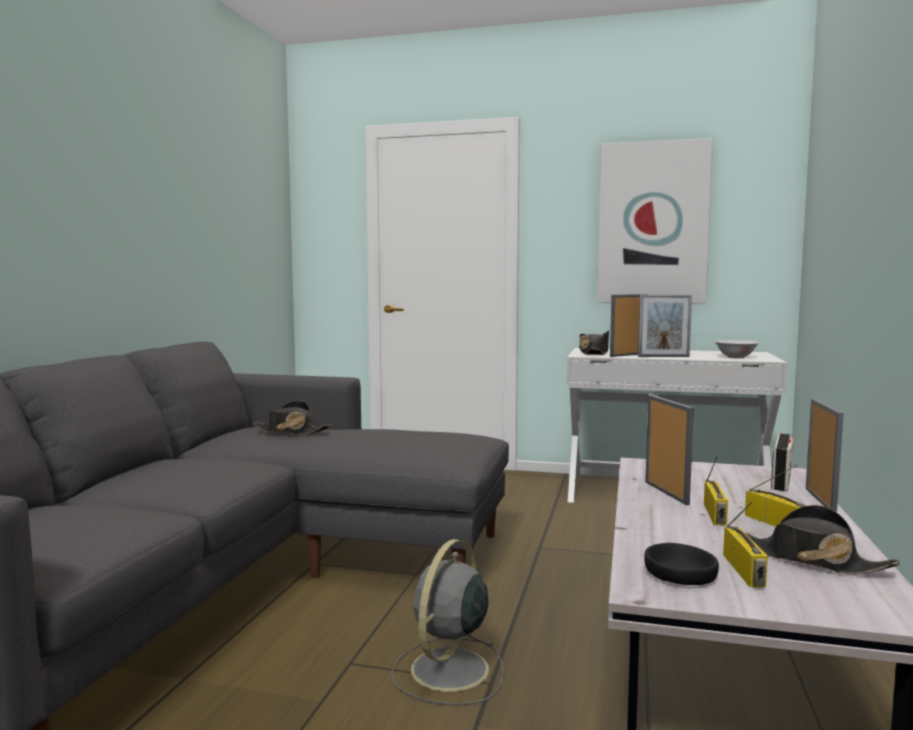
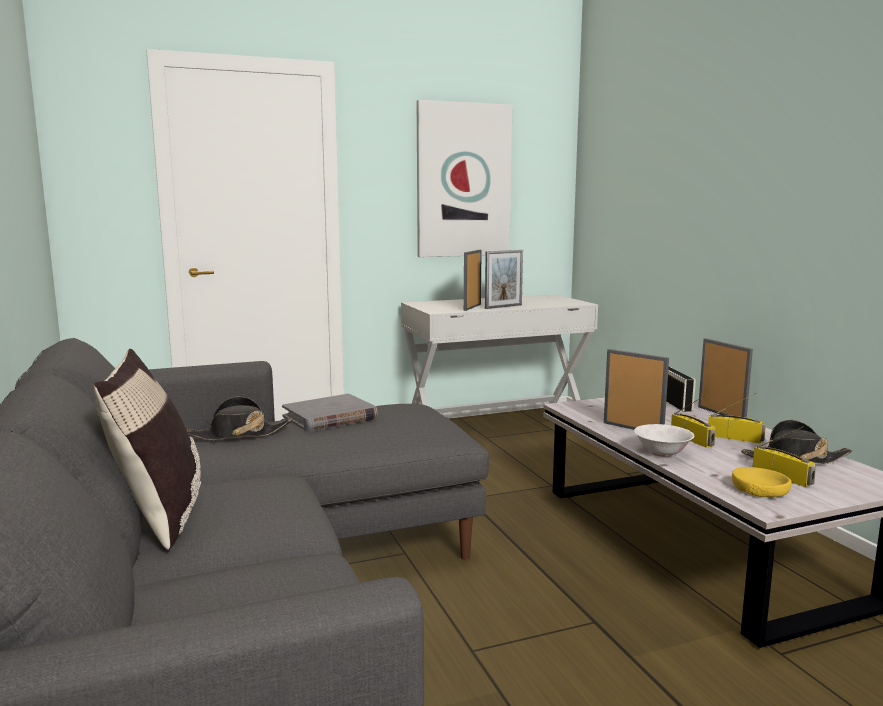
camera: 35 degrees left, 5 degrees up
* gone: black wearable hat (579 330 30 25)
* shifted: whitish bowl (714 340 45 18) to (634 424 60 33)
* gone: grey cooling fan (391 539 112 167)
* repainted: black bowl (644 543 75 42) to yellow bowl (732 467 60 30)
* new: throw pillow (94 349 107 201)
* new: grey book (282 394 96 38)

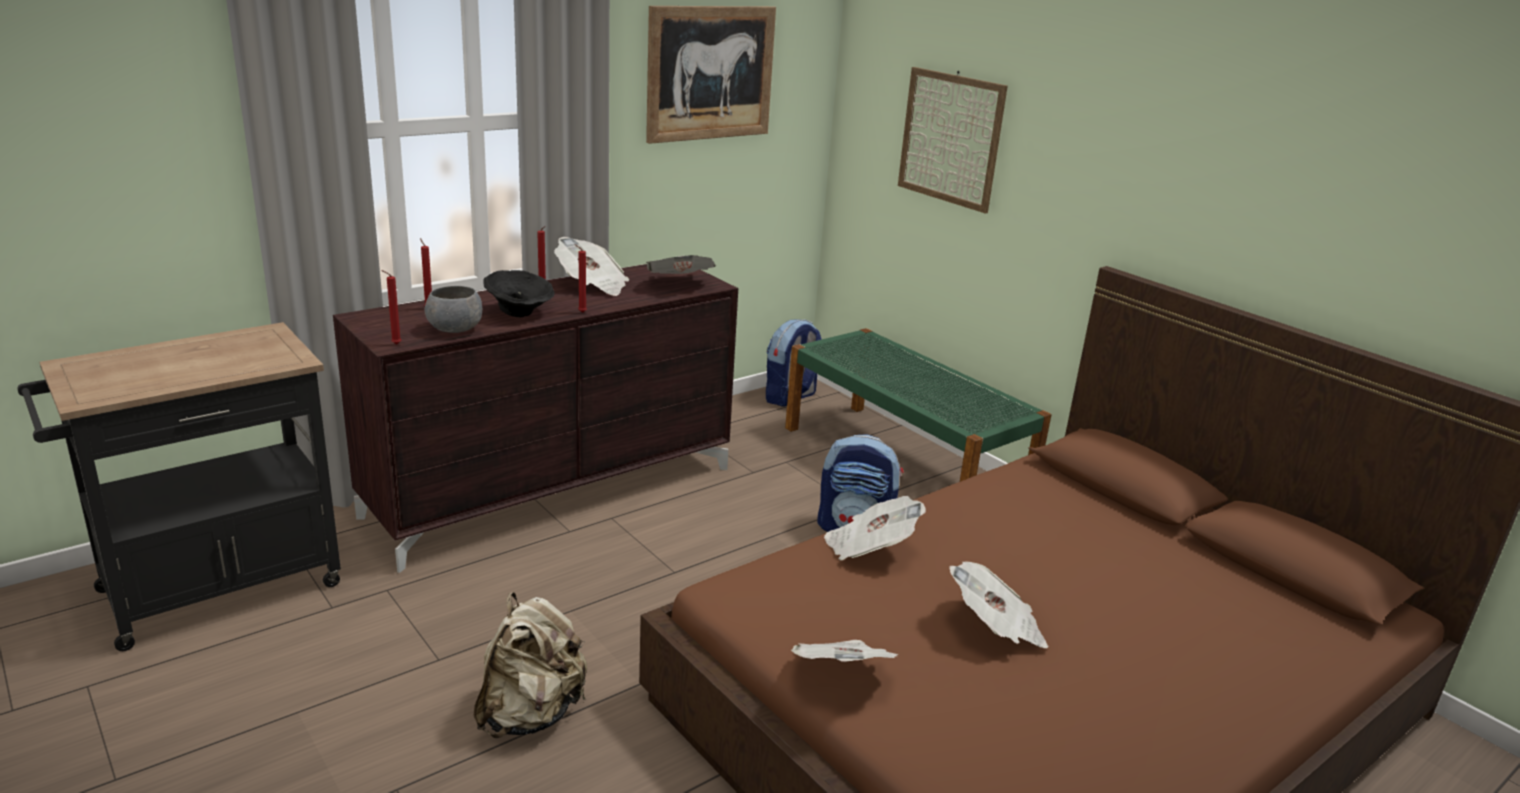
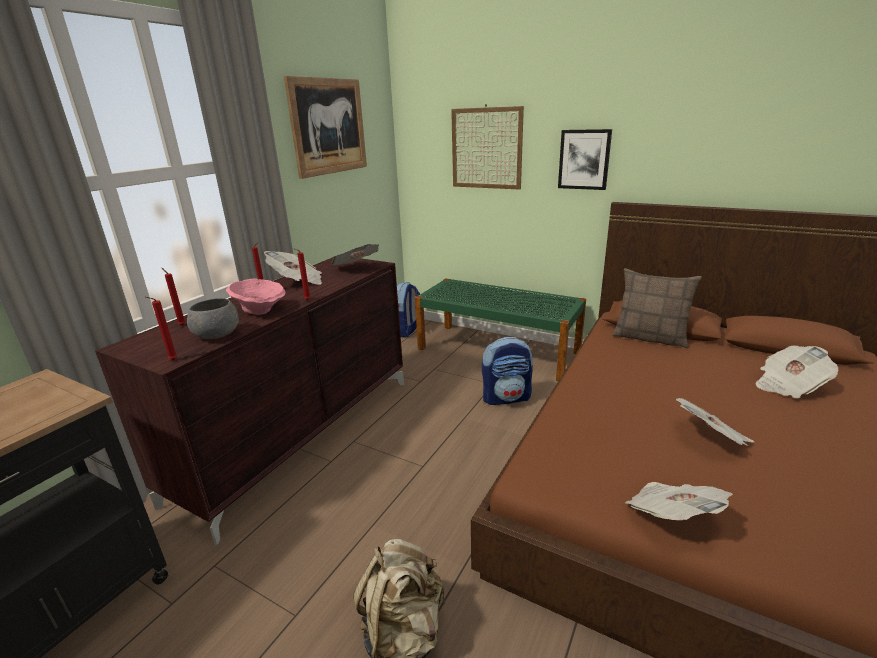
camera: 20 degrees left, 0 degrees up
* repainted: black bowl (483 270 72 47) to pink-coloured bowl (226 279 60 36)
* shifted: daily paper (824 496 102 64) to (755 345 83 53)
* new: picture (558 129 54 61)
* new: throw pillow (612 268 90 80)

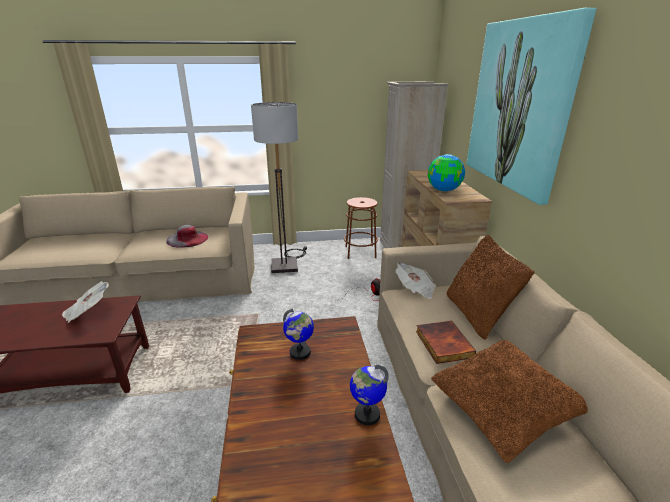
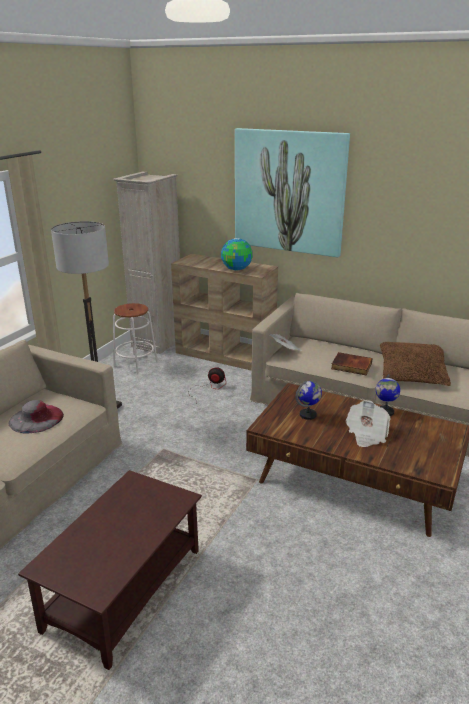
camera: 55 degrees left, 0 degrees up
* repainted: brownish stool (344 197 34 62) to whitish stool (113 303 45 71)
* gone: brownish throw pillow (447 235 88 104)
* shifted: daily paper (62 281 47 42) to (345 400 45 47)

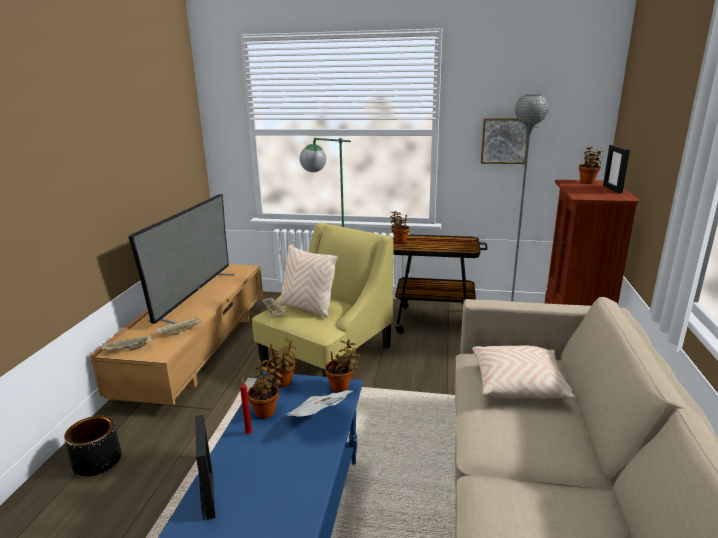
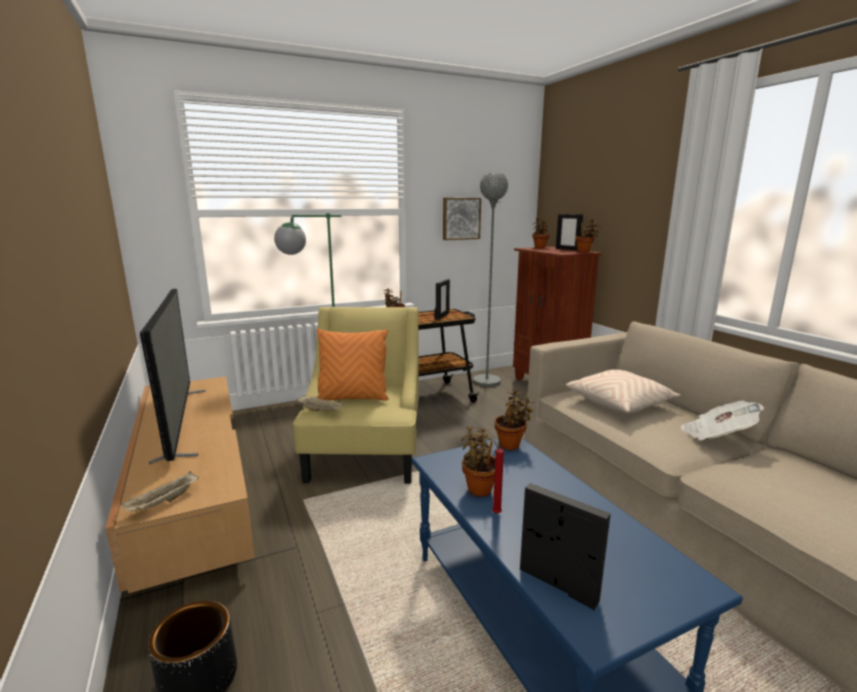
camera: 35 degrees left, 5 degrees down
* repainted: beige-coloured throw pillow (278 244 60 74) to orangey throw pillow (316 329 73 72)
* gone: beige-coloured carrying tray (156 316 46 19)
* shifted: houseplant (266 339 31 49) to (575 219 26 34)
* shifted: daily paper (287 390 66 27) to (680 401 85 40)
* new: standing frame (434 279 16 40)

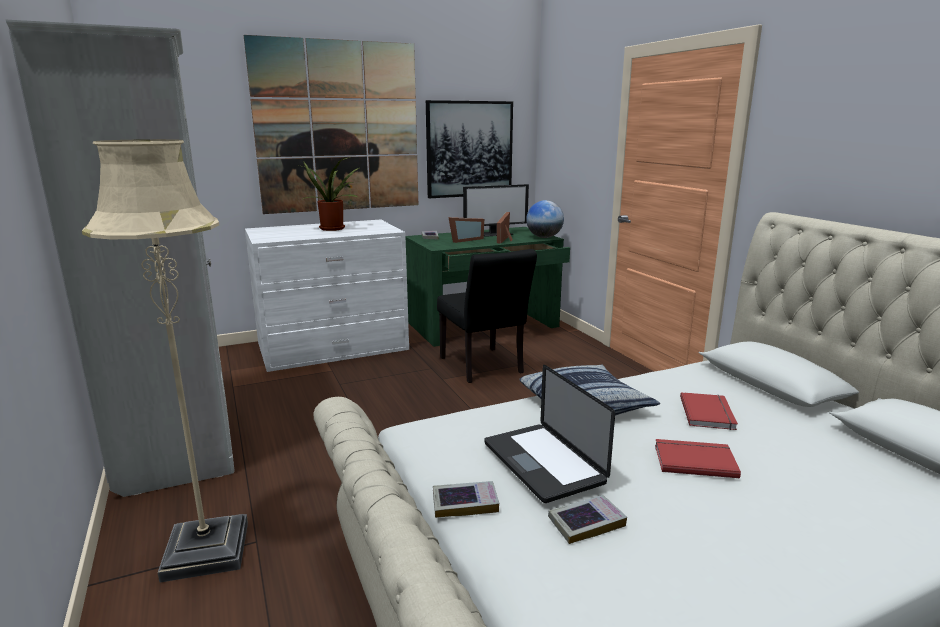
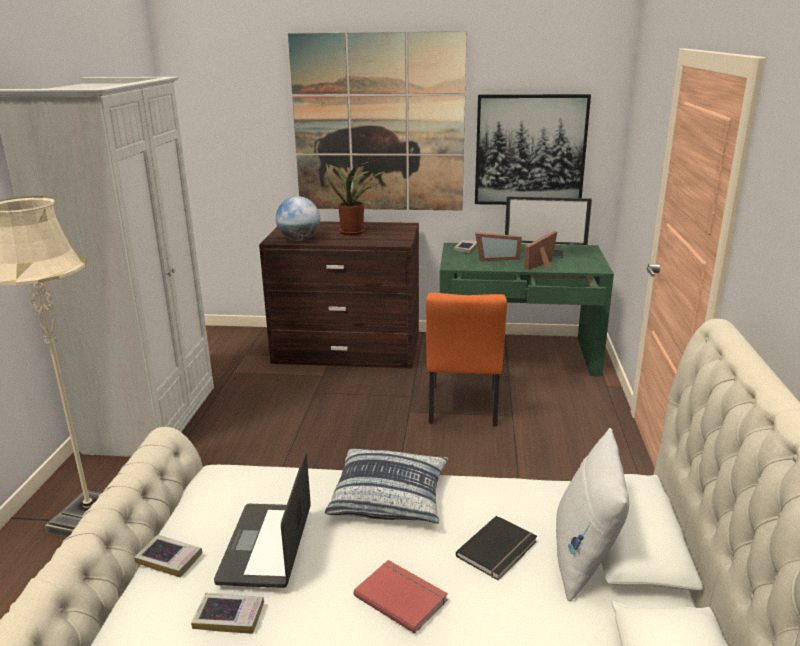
camera: 30 degrees right, 5 degrees up
* shifted: world globe (526 200 38 38) to (276 196 44 45)
* repainted: whitish chest of drawers (245 220 164 152) to brownish chest of drawers (259 221 160 148)
* repainted: black upright chair (437 249 100 134) to orangey upright chair (426 293 81 133)
* repainted: reddish book (680 392 58 38) to black book (456 516 81 64)
* new: grey throw pillow (556 428 73 174)

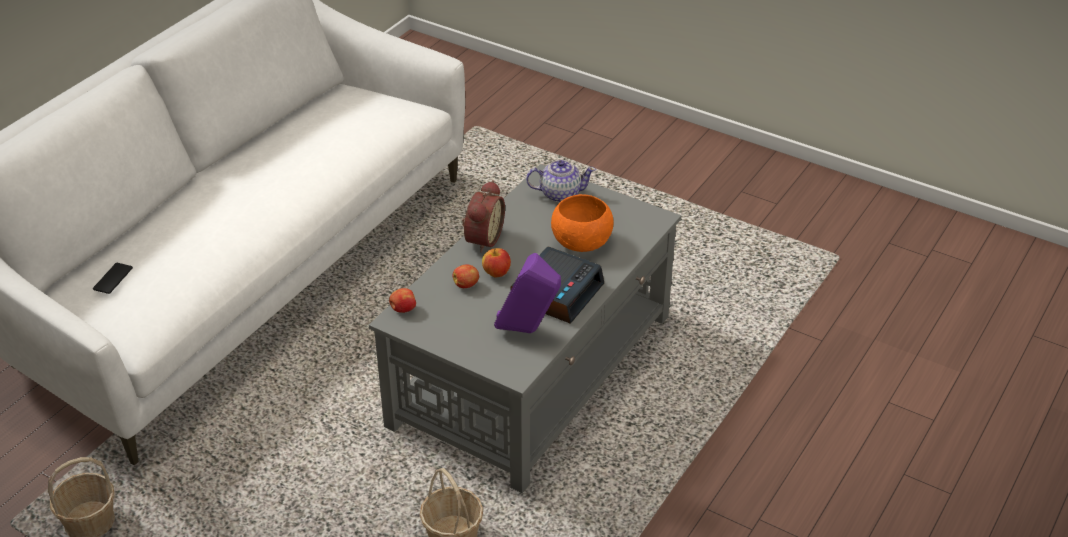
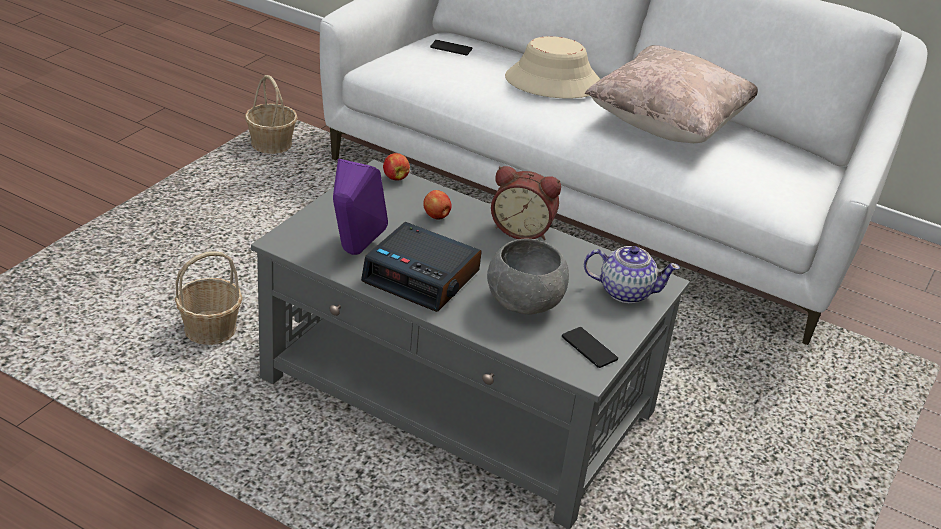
camera: 85 degrees right, 5 degrees down
* rotated: tea pot (526 160 70 42) = (584 246 96 57) 75 degrees counterclockwise
* repainted: orangey bowl (551 194 63 58) to grey bowl (487 238 82 76)
* gone: apple (482 248 29 29)
* new: beige-coloured wearable hat (505 36 95 62)
* new: beige-coloured throw pillow (585 45 173 98)
* new: phone (562 327 56 41)

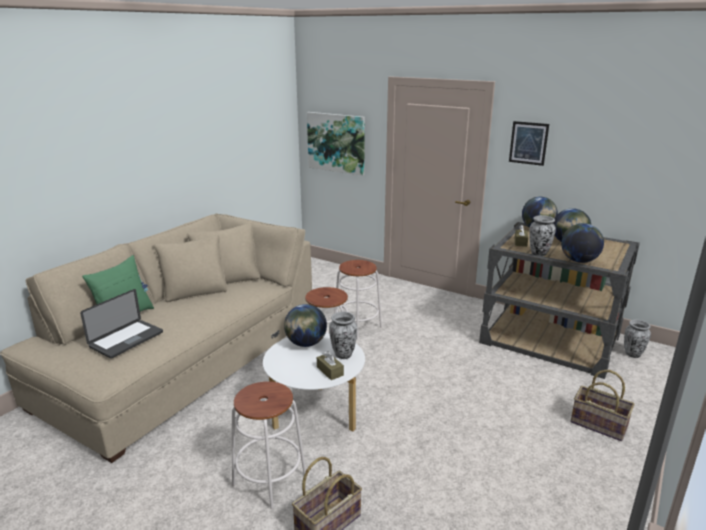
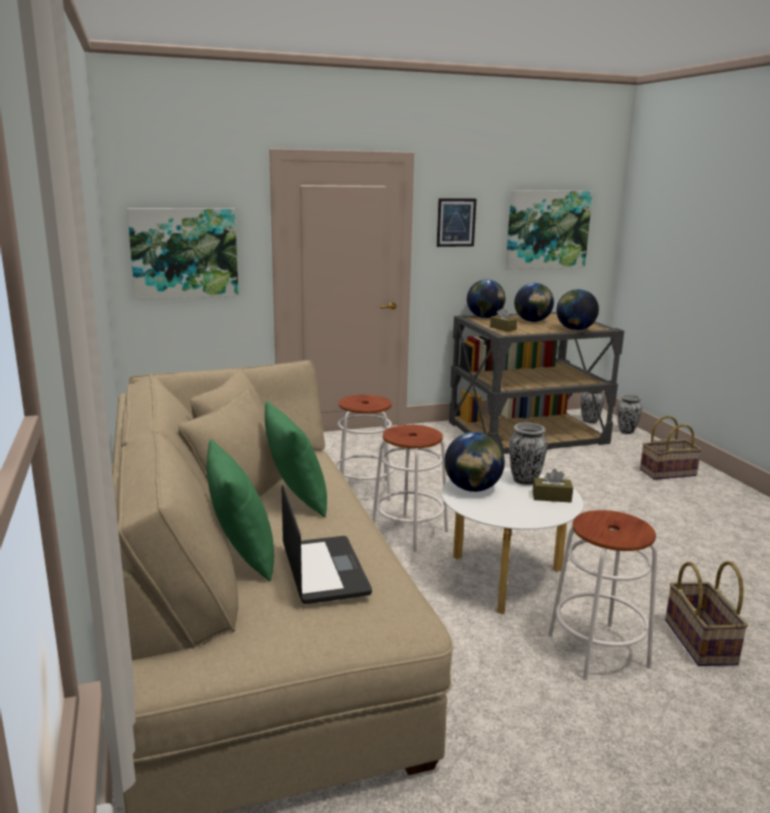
camera: 50 degrees left, 5 degrees down
* shifted: vase (529 215 27 41) to (617 394 25 40)
* new: picture (506 190 87 80)
* new: green-coloured throw pillow (265 401 62 116)

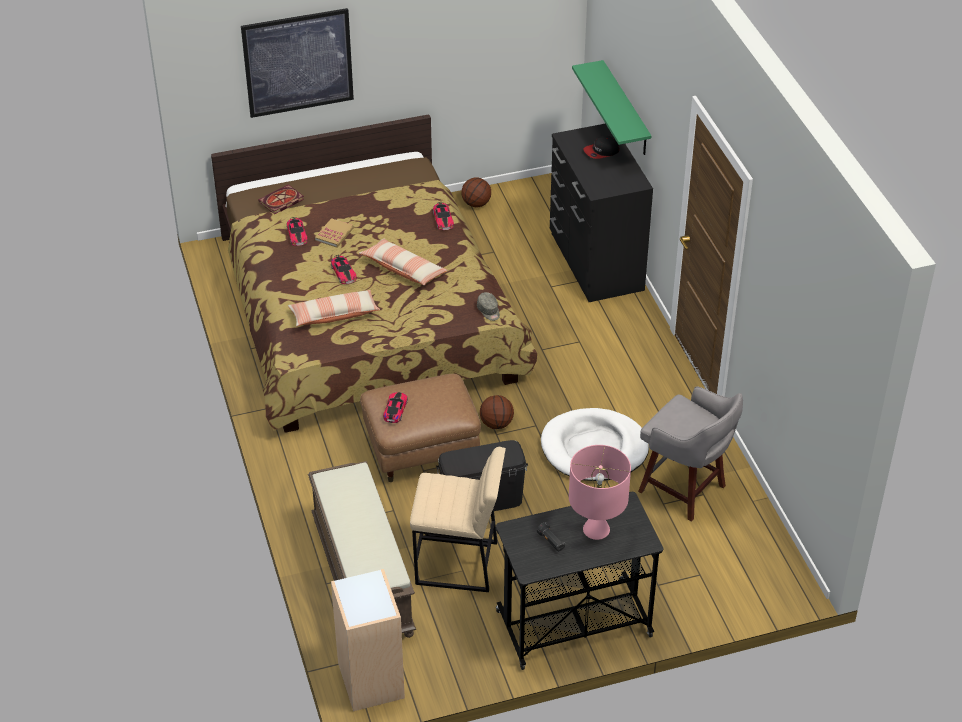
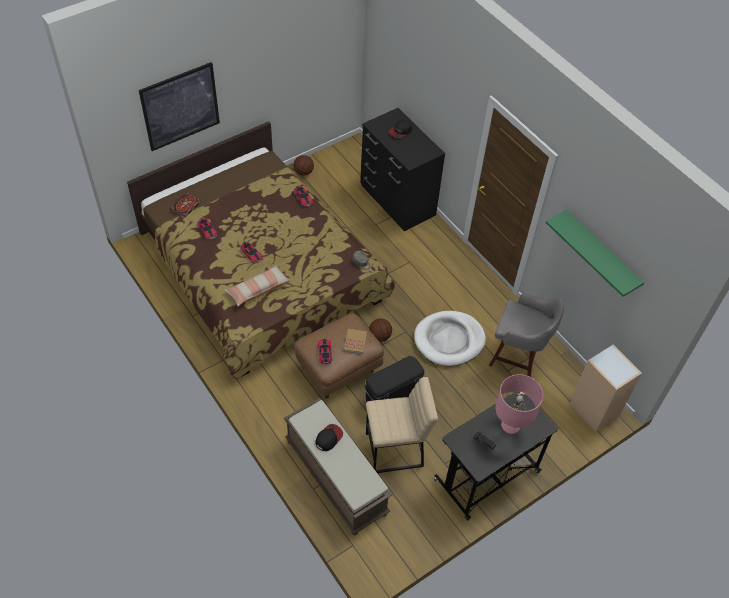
camera: 20 degrees left, 10 degrees up
* shifted: green-coloured shelf (572 60 79 95) to (546 210 98 87)
* shifted: book (315 218 39 29) to (344 329 23 25)
* gone: throw pillow (359 238 89 48)
* shifted: shelving unit (331 569 74 142) to (570 344 72 87)
* new: baseball cap (315 424 28 27)

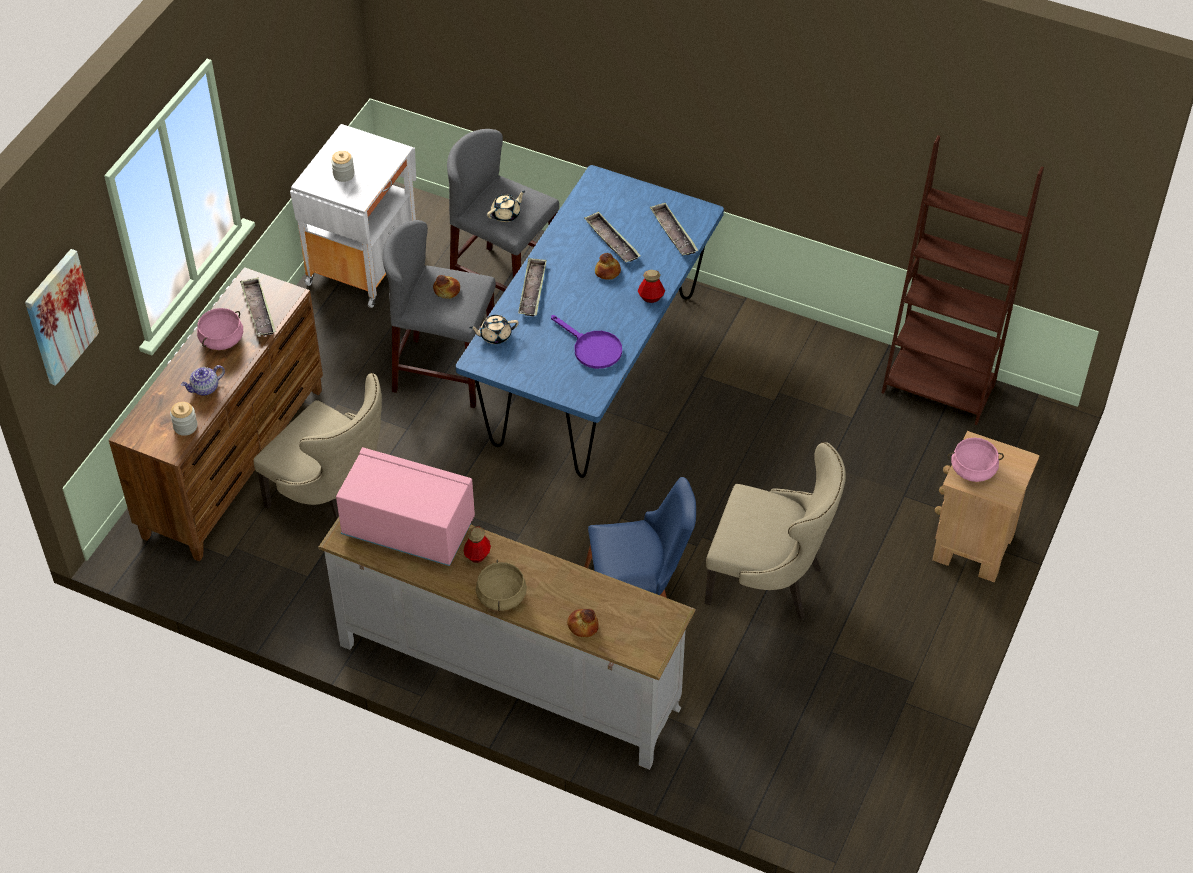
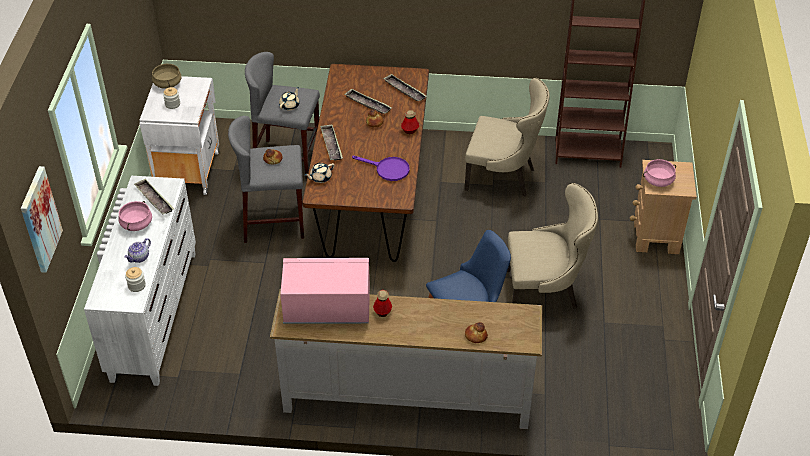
camera: 20 degrees left, 5 degrees down
* repainted: blue-coloured kitchen table (455 165 269 313) to brownish kitchen table (303 64 126 198)
* repainted: brownish chest of drawers (109 267 214 295) to whitish chest of drawers (84 176 112 210)
* shifted: beige-coloured upright chair (253 373 129 147) to (465 78 85 118)
* shifted: beige-coloured stockpot (476 559 51 52) to (152 64 30 25)

